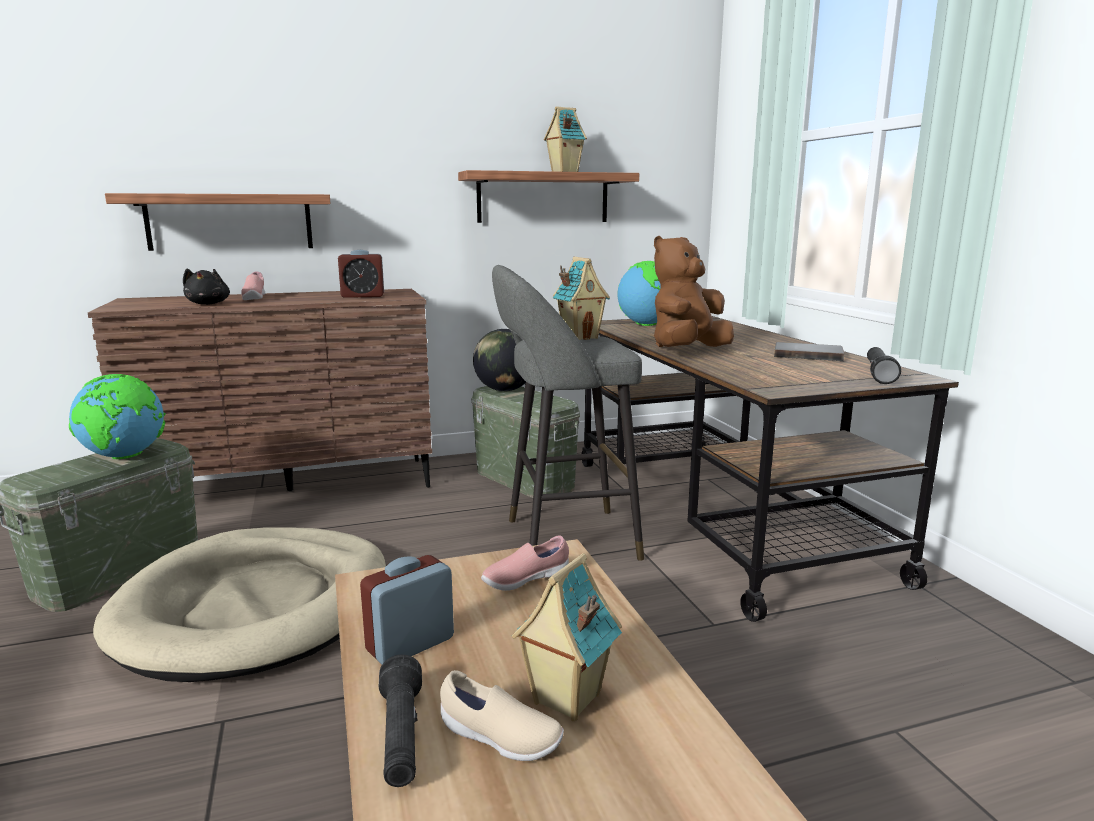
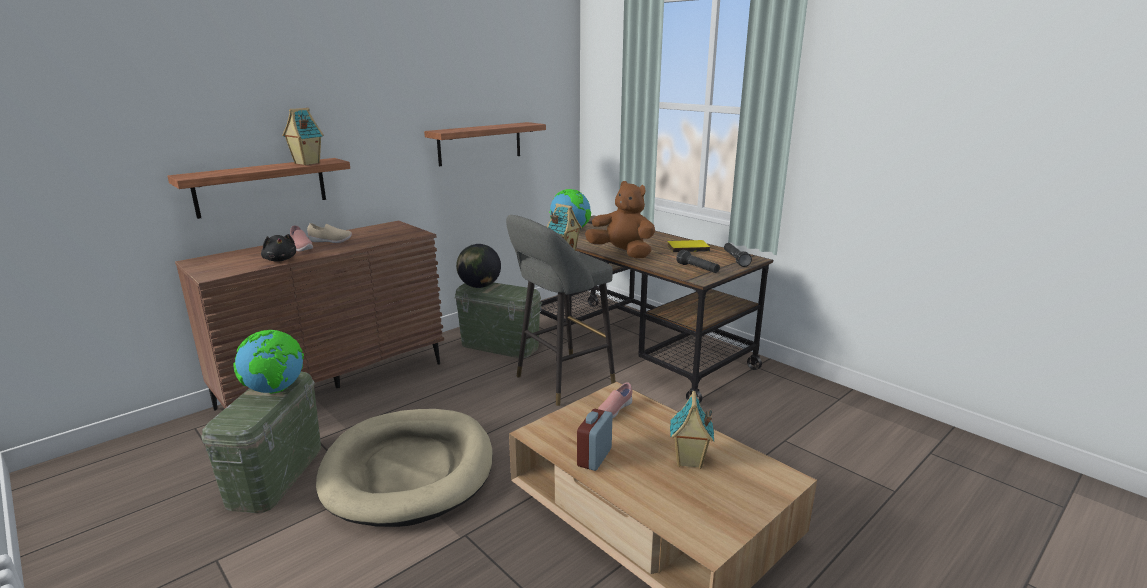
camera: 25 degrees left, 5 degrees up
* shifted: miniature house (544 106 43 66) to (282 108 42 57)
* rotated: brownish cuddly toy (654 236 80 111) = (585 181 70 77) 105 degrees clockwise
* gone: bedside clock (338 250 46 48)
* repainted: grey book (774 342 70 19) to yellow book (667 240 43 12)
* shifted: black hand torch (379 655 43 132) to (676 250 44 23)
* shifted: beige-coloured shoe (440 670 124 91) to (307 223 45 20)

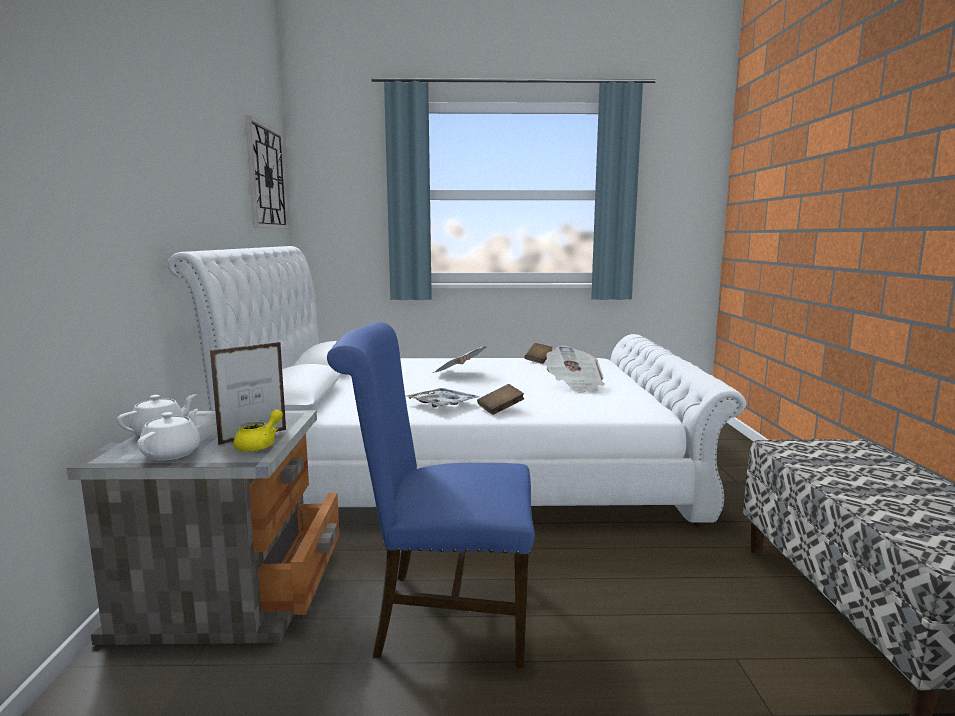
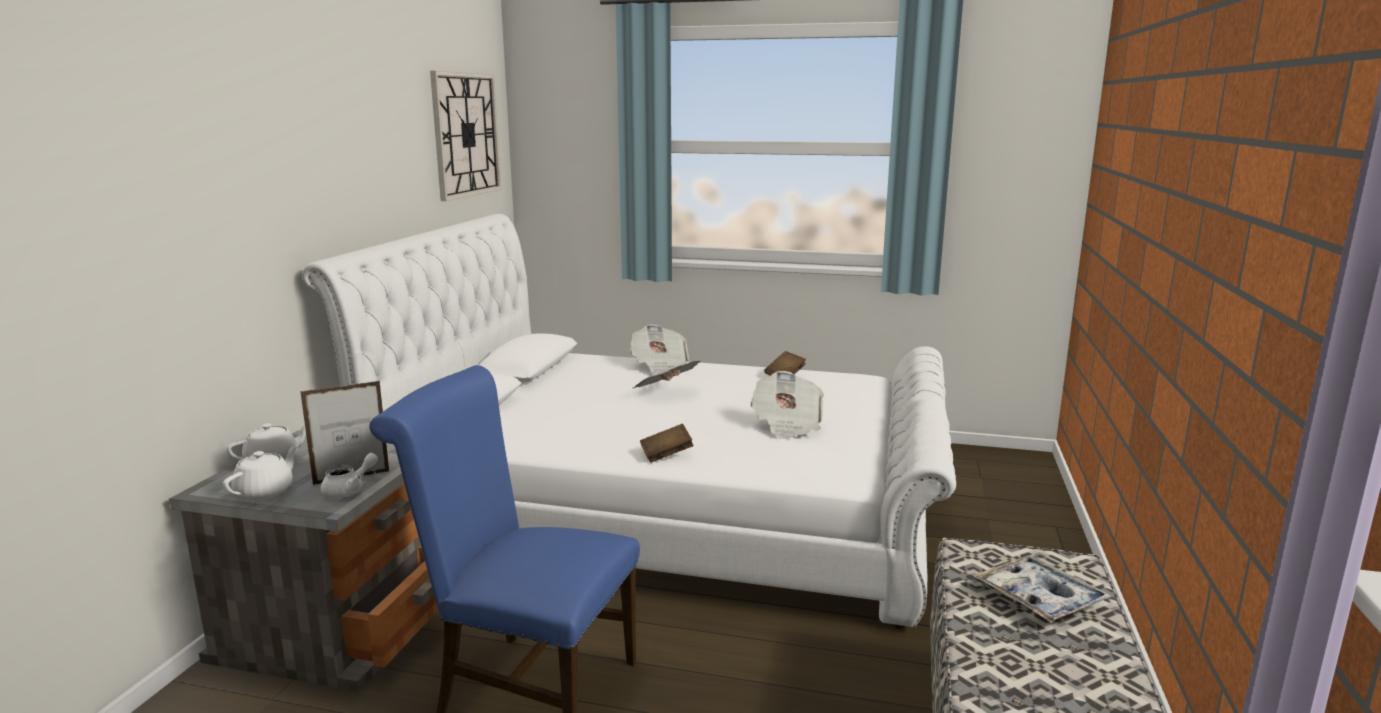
camera: 15 degrees right, 5 degrees up
* shifted: carrying tray (406 388 73 20) to (973 556 138 67)
* repainted: yellow tea pot (233 410 50 41) to whitish tea pot (321 453 57 45)
* new: daily paper (630 324 59 51)

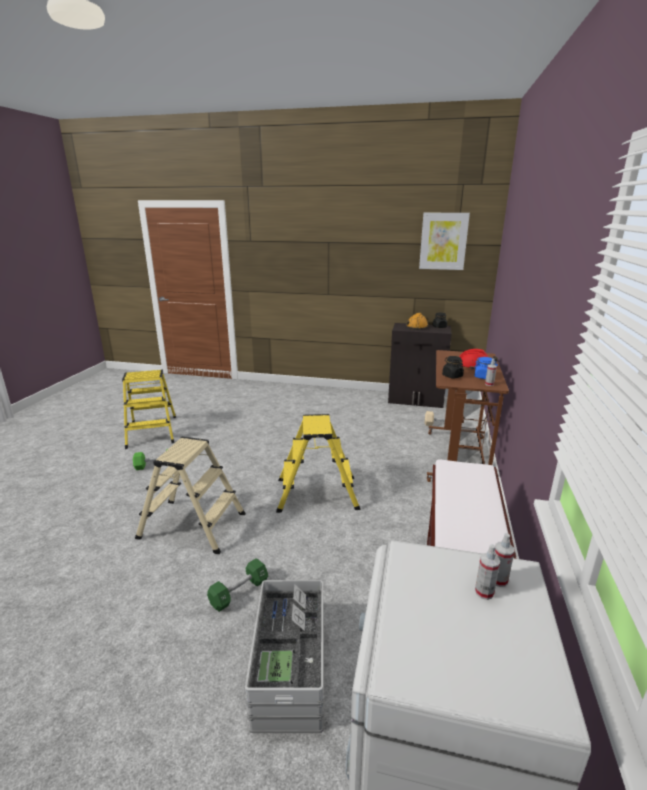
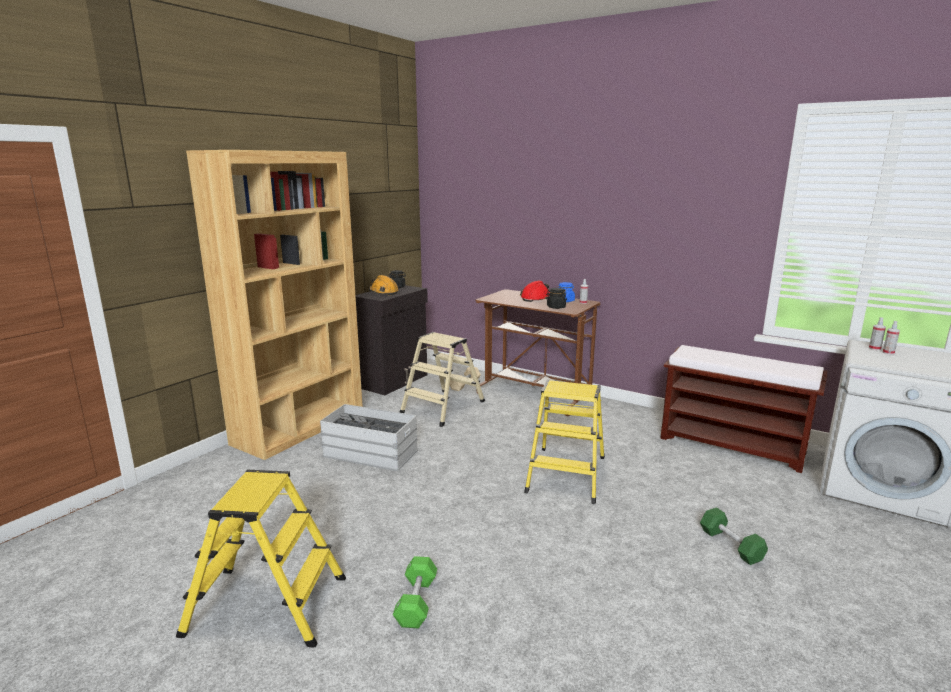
camera: 70 degrees left, 5 degrees down
* gone: picture (419 213 51 57)
* shifted: beige-coloured step stool (135 437 111 117) to (399 332 86 95)
* shifted: grey storage container (244 580 80 153) to (320 404 98 67)
* new: brownish shelving unit (186 150 177 310)

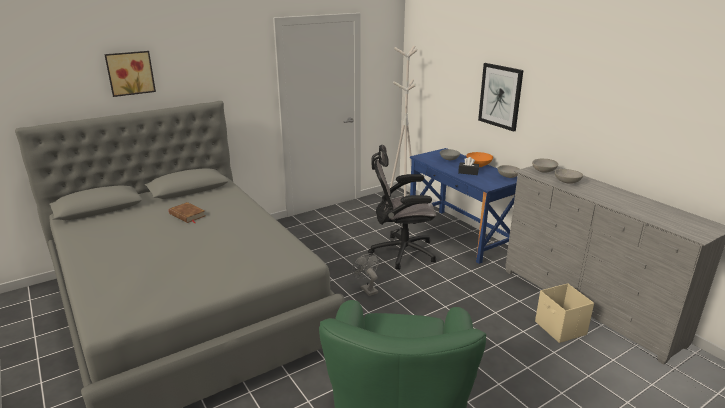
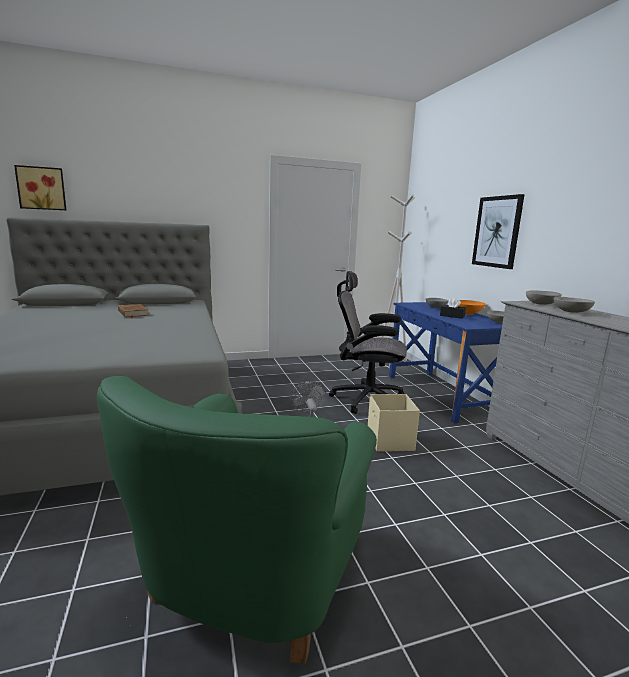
camera: 15 degrees right, 10 degrees down
* shifted: picture (104 51 52 46) to (14 165 52 45)
* shifted: beige-coloured storage container (535 283 59 60) to (368 394 52 58)

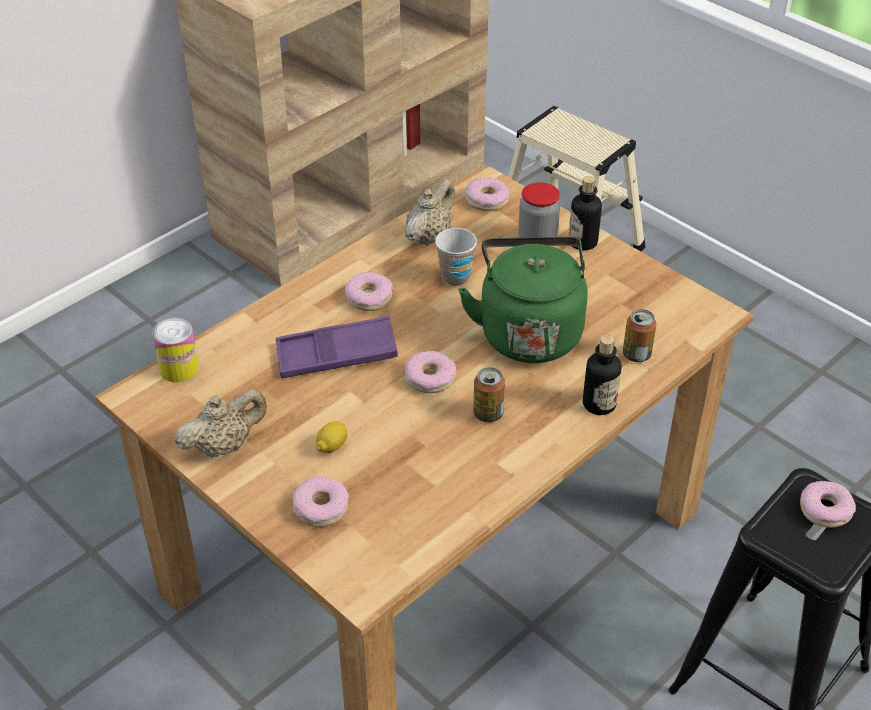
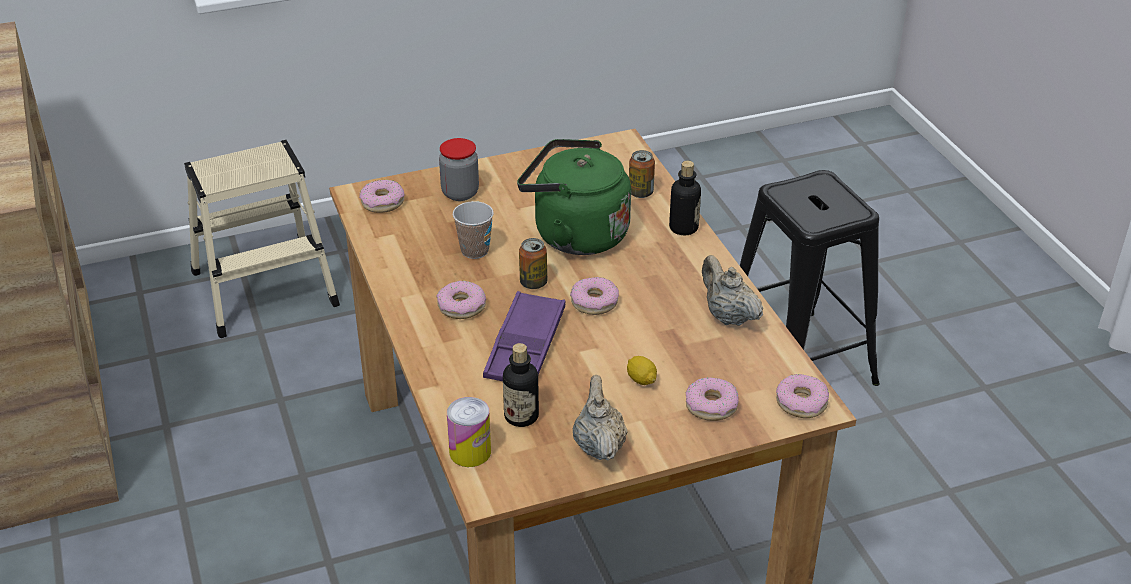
camera: 65 degrees left, 5 degrees down
* shifted: bottle (569 176 33 75) to (503 343 36 84)
* shifted: beige-coloured tea pot (405 179 50 67) to (702 255 61 71)
* shifted: metal can (473 367 32 55) to (519 238 28 51)
* shifted: donut (800 481 56 47) to (776 374 53 44)

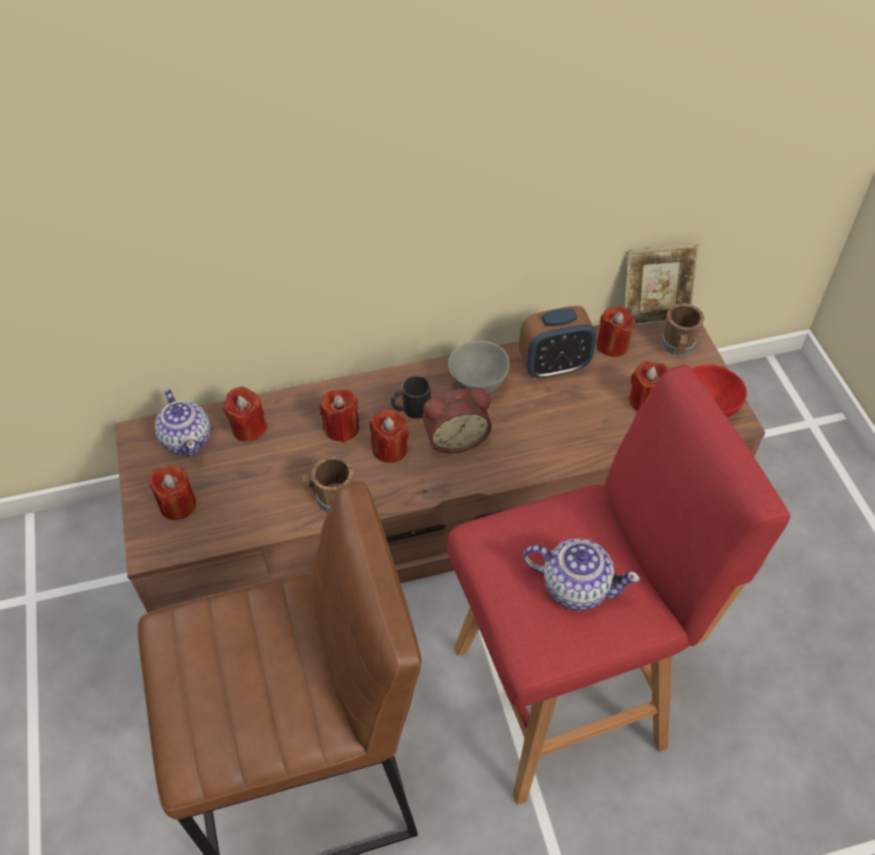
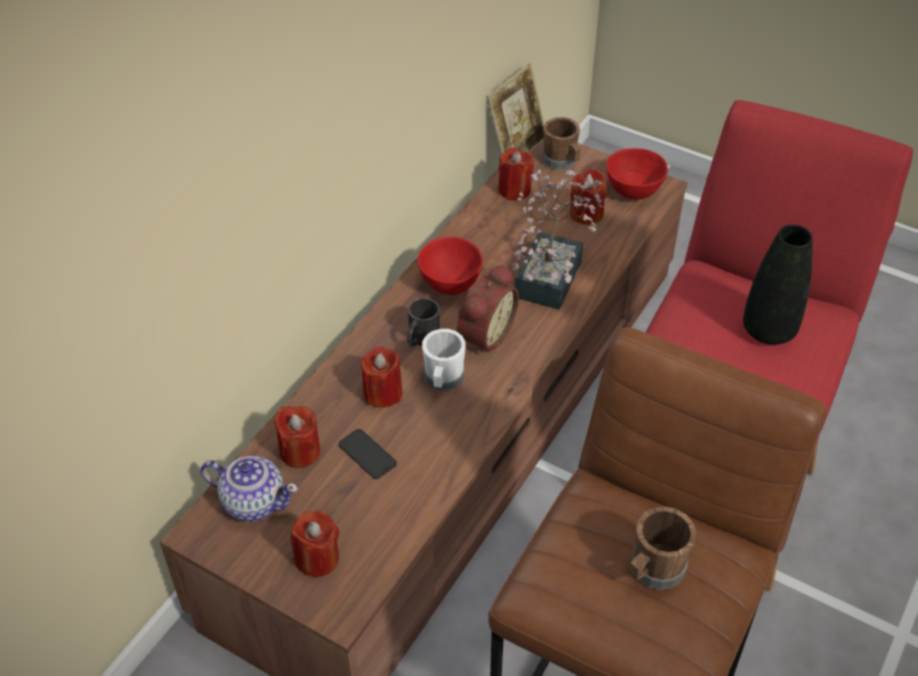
camera: 45 degrees left, 5 degrees down
* gone: bedside clock (519 306 77 73)
* repainted: grey bowl (448 340 61 53) to reddish bowl (418 237 65 58)
* swapped: reddish wax light (370 409 39 54) to whitish coffee mug (422 329 44 62)
* shifted: brownish coffee mug (302 456 51 57) to (629 506 68 84)
* swapped: tea pot (523 538 117 73) to black vase (743 224 69 121)
* new: houseplant (512 170 91 140)
* new: phone (339 429 58 50)

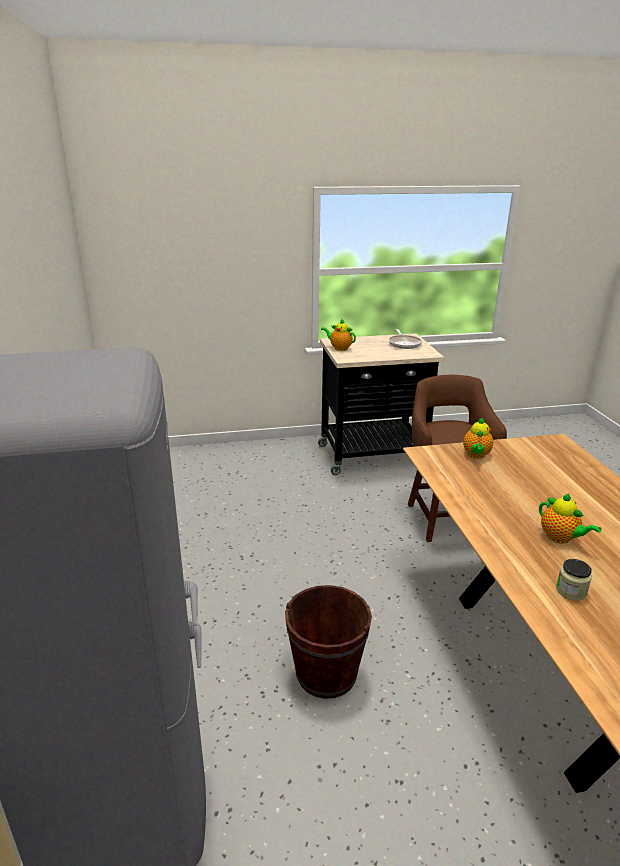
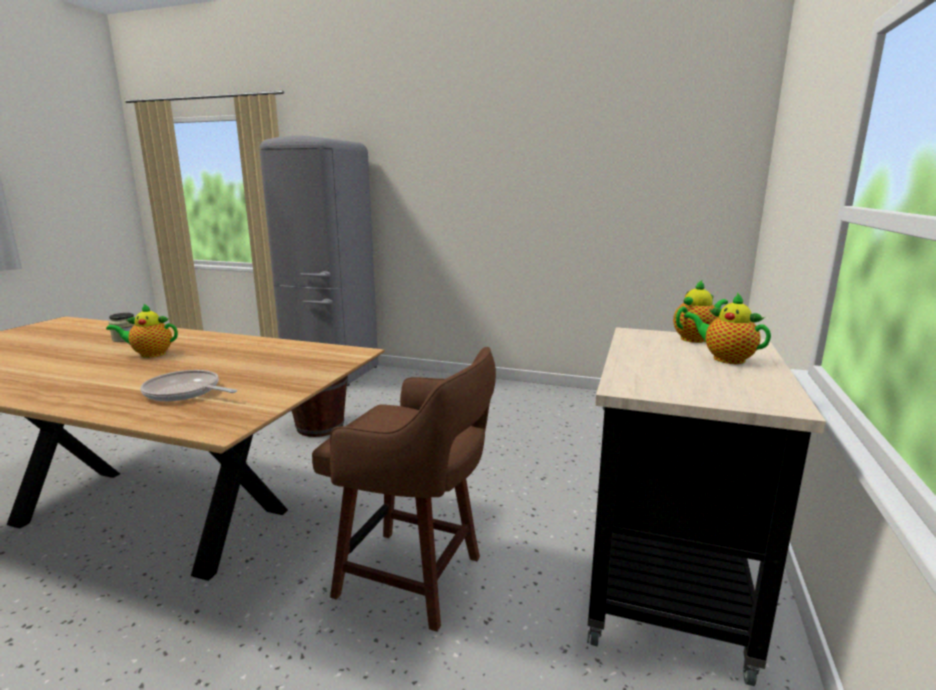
camera: 120 degrees right, 10 degrees down
* shifted: frying pan (388 329 34 20) to (140 370 97 31)
* shifted: tea pot (463 418 30 41) to (684 293 87 71)

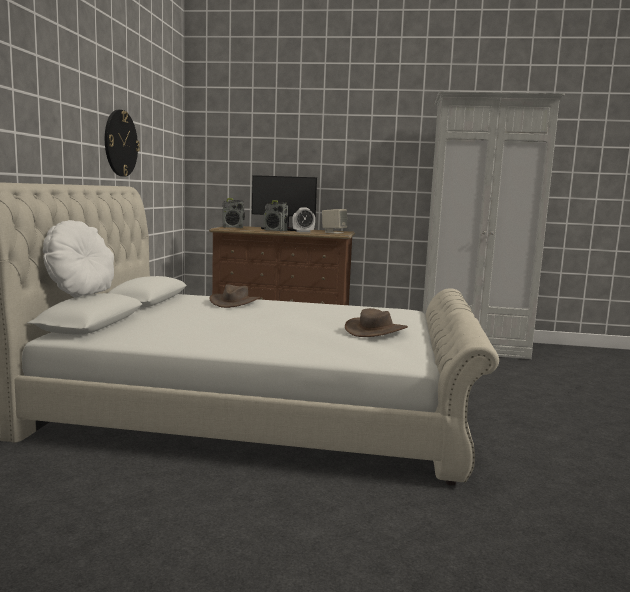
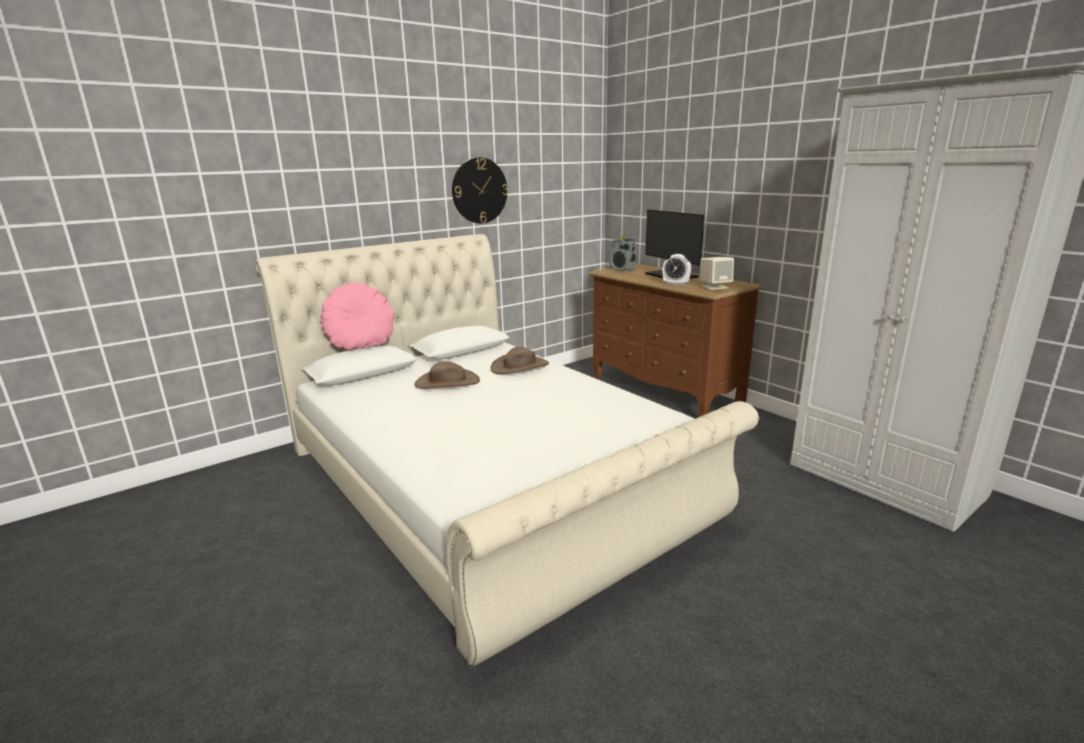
camera: 45 degrees right, 10 degrees up
* gone: radio (264 200 24 32)
* repainted: whitish throw pillow (43 220 71 77) to pink-coloured throw pillow (320 283 74 67)
* shifted: brownish wearable hat (345 308 63 29) to (414 361 66 27)

